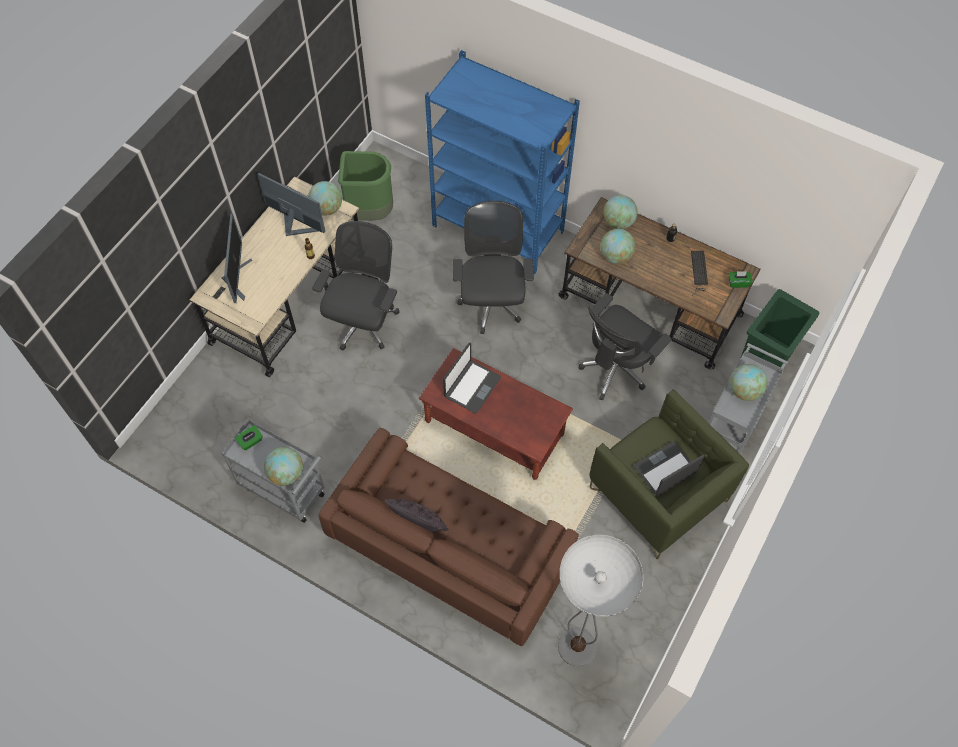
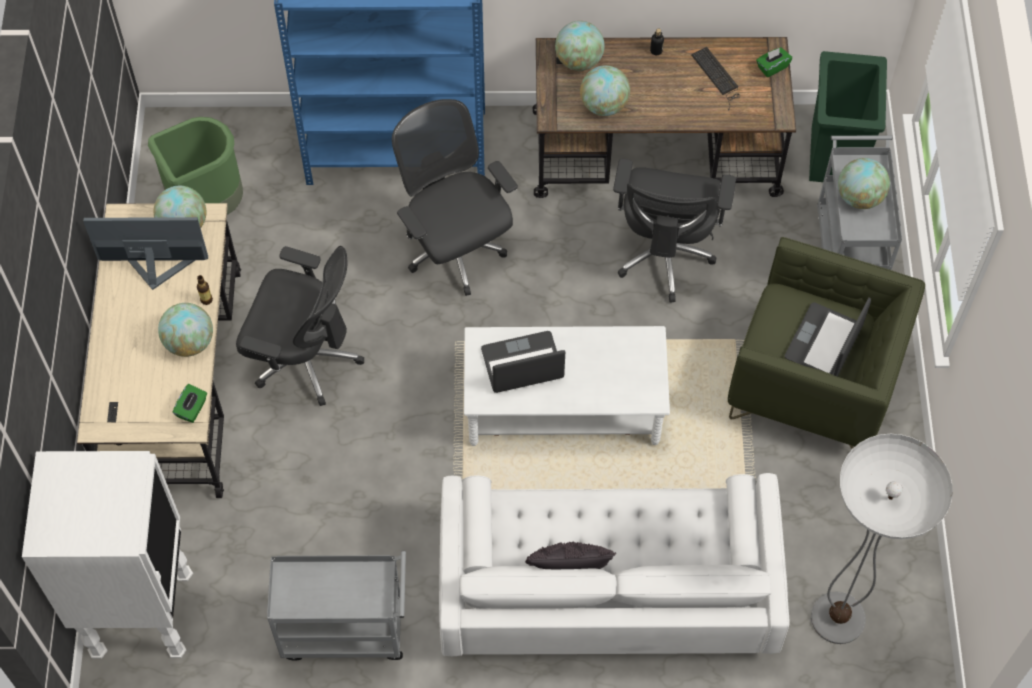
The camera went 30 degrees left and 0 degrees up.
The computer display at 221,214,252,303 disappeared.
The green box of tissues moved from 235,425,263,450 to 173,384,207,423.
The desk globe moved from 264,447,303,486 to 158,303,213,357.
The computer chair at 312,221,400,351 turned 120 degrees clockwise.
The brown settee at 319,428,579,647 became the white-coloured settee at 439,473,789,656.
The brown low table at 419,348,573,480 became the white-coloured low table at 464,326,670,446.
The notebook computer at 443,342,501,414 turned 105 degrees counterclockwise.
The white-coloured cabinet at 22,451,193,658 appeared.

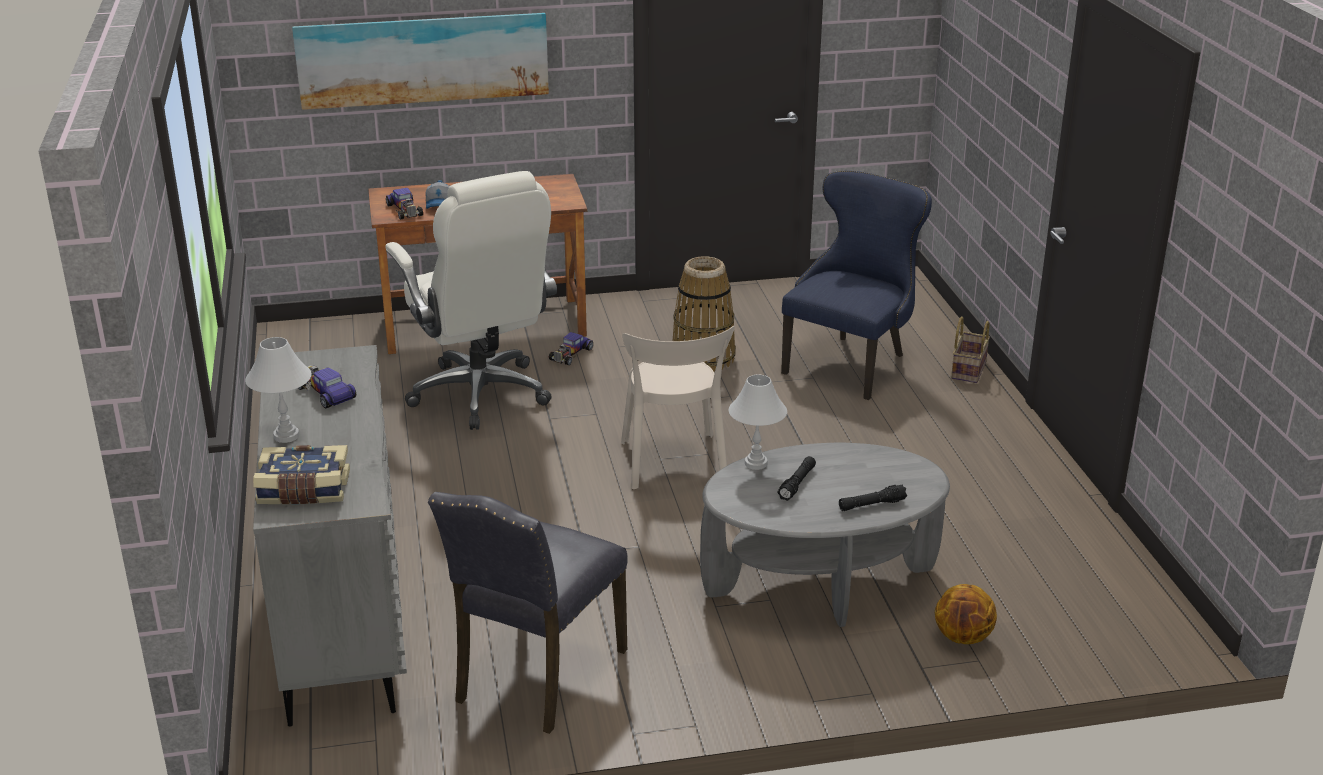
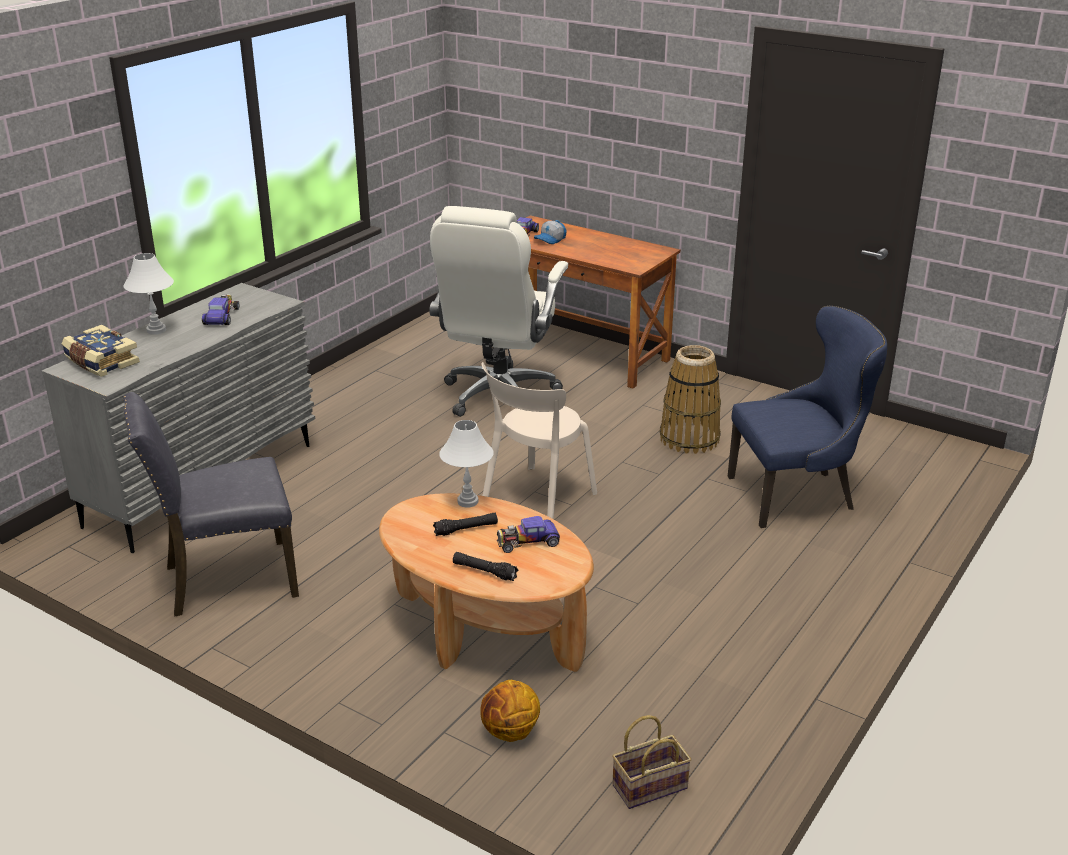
The camera went 45 degrees right and 0 degrees up.
The wall picture at 292,13,549,110 disappeared.
The miniature car moved from 549,332,593,365 to 497,516,560,553.
The grey low table at 700,443,950,627 became the brown low table at 379,493,594,672.
The basket moved from 951,317,990,383 to 612,715,691,809.

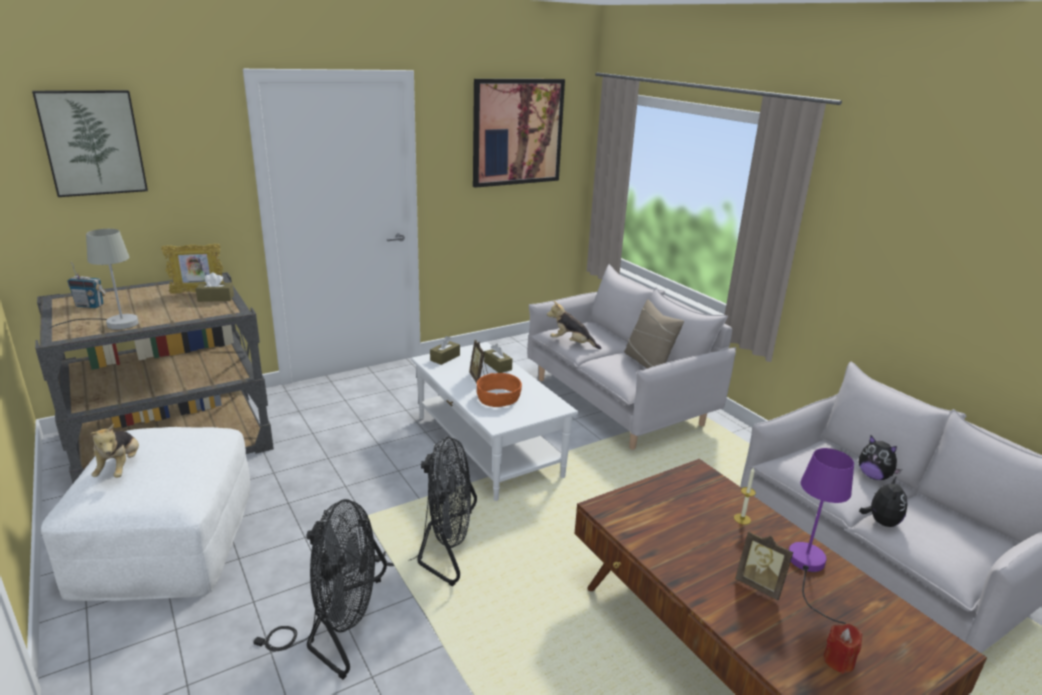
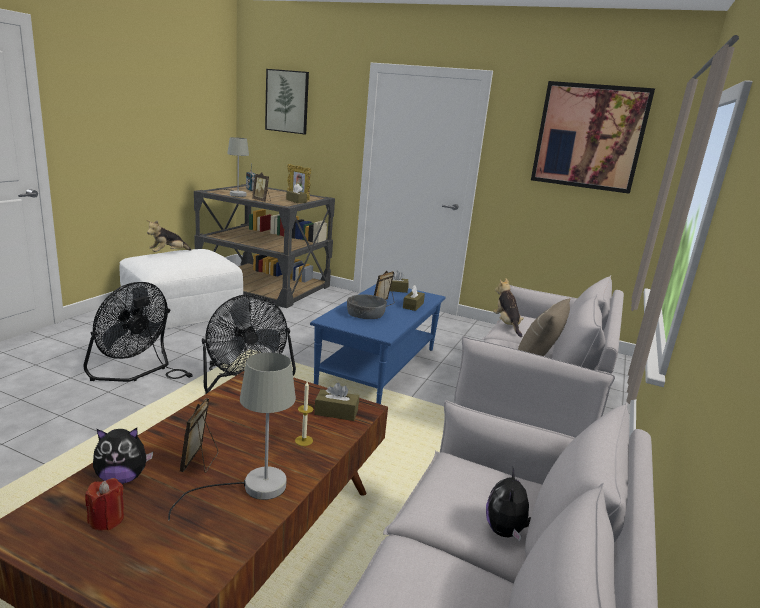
The camera went 55 degrees right and 5 degrees down.
The blackish fan at 253,499,387,680 turned 150 degrees clockwise.
The white-coloured low table at 411,342,578,501 became the bluish low table at 310,284,445,404.
The orange serving bowl at 477,373,522,407 became the grey serving bowl at 347,294,387,319.
The purple lamp for a table at 789,448,854,624 became the grey lamp for a table at 168,352,296,520.
The cuddly toy moved from 859,476,908,527 to 93,428,153,484.
The picture frame at 252,172,271,202 appeared.
The brown box of tissues at 314,382,359,421 appeared.

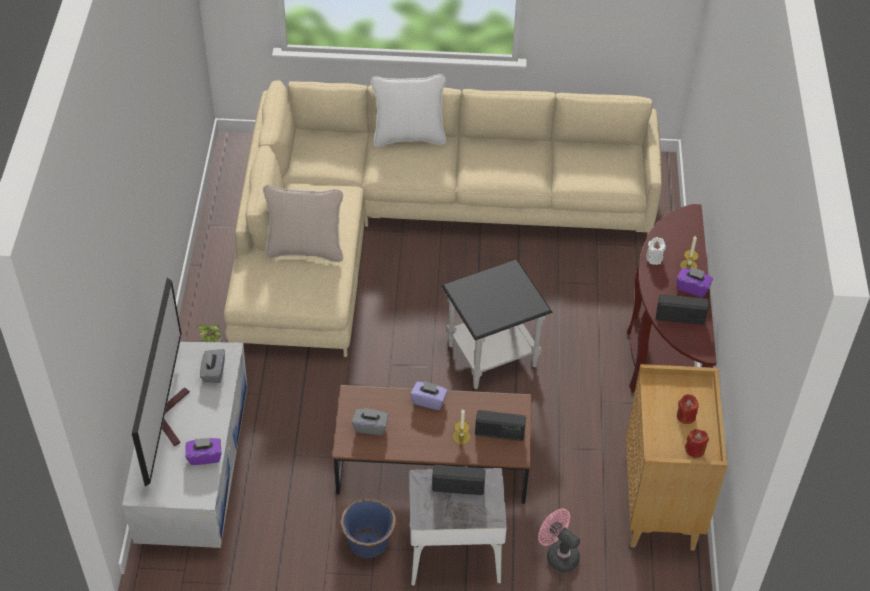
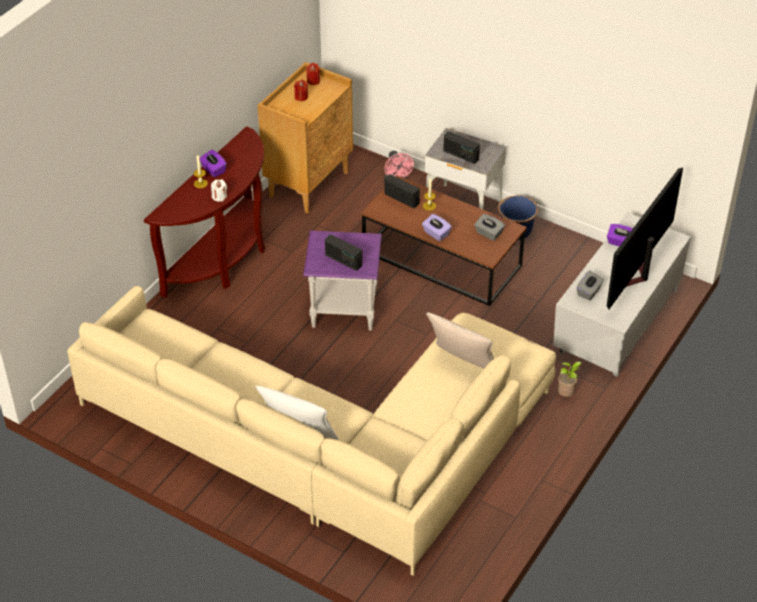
The camera went 150 degrees left and 5 degrees down.
The blackish side table at 442,259,553,389 became the purple side table at 303,231,382,331.
The radio set moved from 656,294,709,325 to 325,235,362,271.

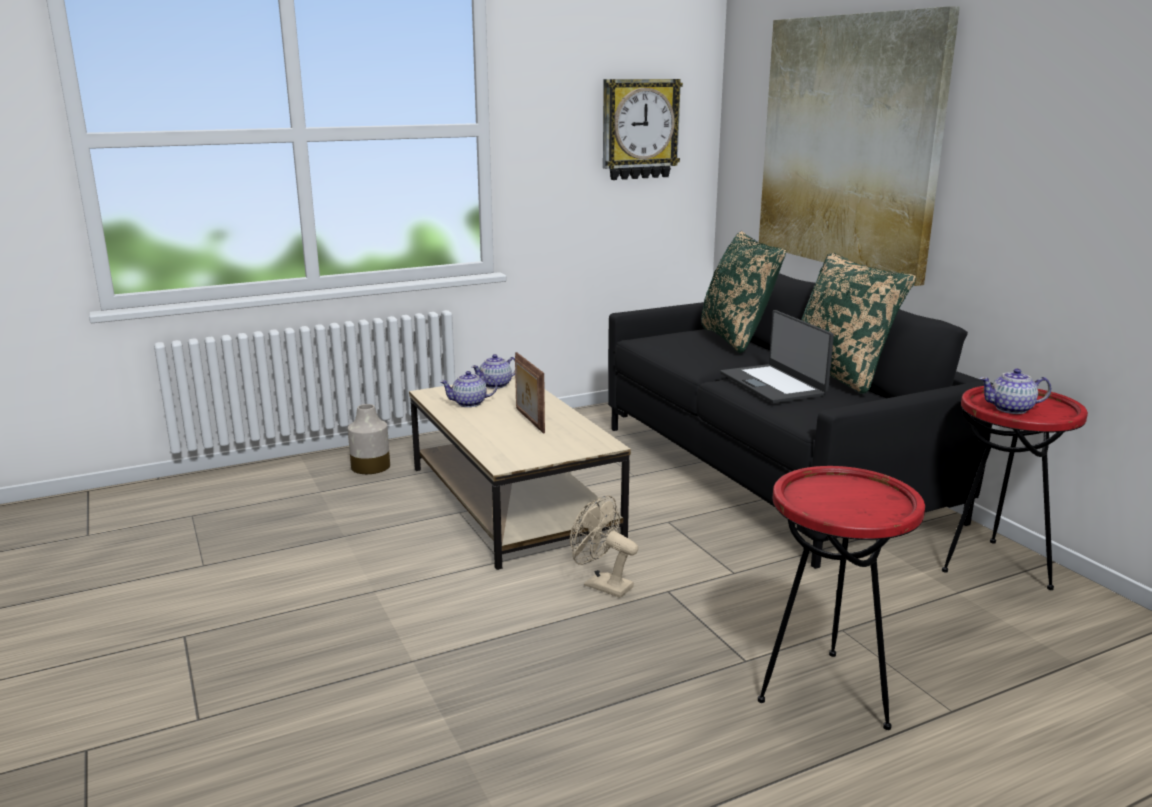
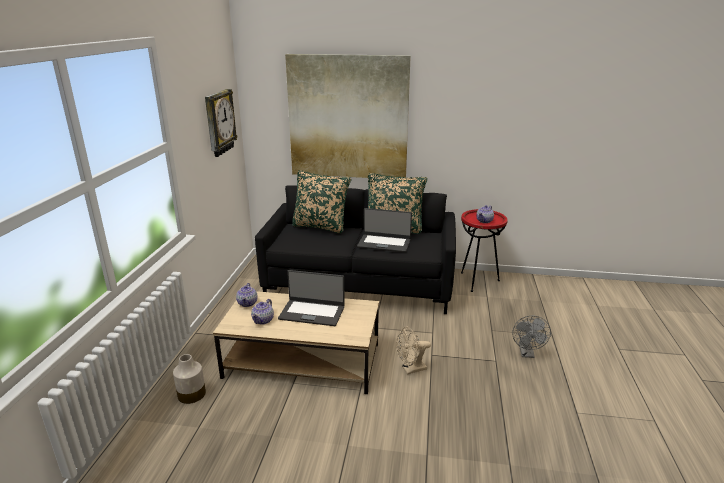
The camera went 55 degrees left and 5 degrees up.
The picture frame at 515,352,545,434 was replaced by the notebook computer at 278,270,345,326.
The reddish side table at 758,466,925,730 was replaced by the grey fan at 512,315,551,358.

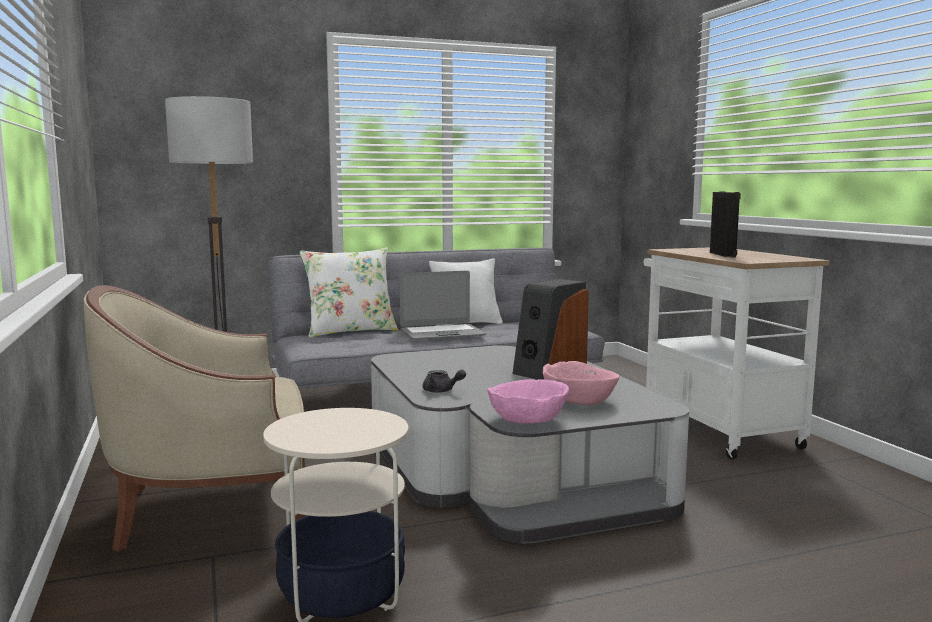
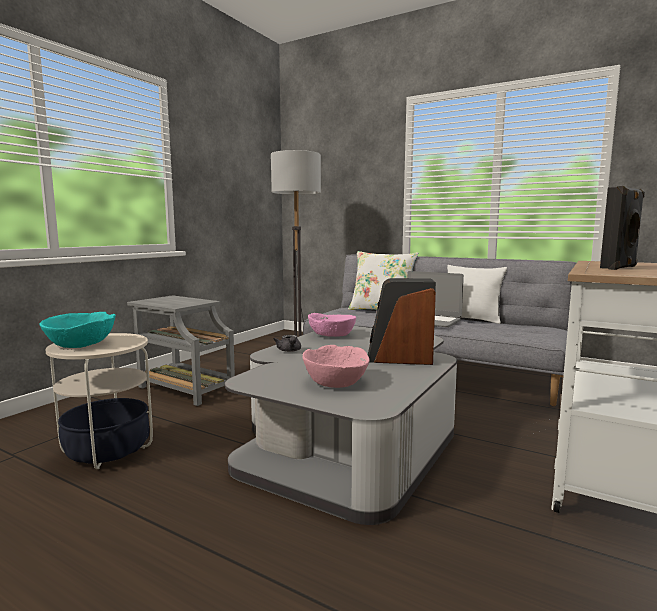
The camera went 50 degrees right and 0 degrees up.
The beige-coloured easy chair at 84,285,306,552 was replaced by the grey side table at 127,295,235,406.
The pink-coloured serving bowl moved from 487,379,569,424 to 308,313,356,337.
The blue-green serving bowl at 40,312,116,348 appeared.

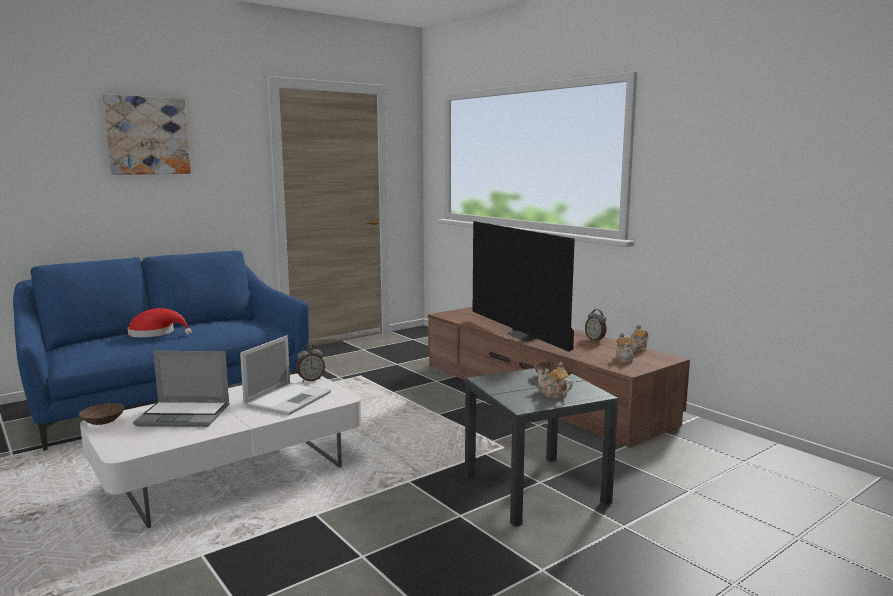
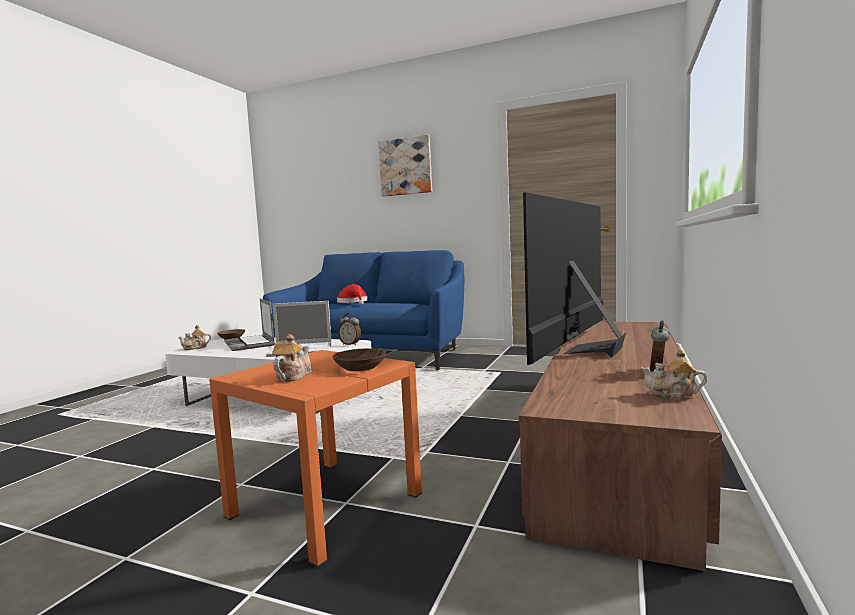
The camera went 60 degrees right and 5 degrees down.
The grey side table at 465,368,618,527 became the orange side table at 209,350,422,567.
The teapot moved from 616,333,634,363 to 178,325,211,350.

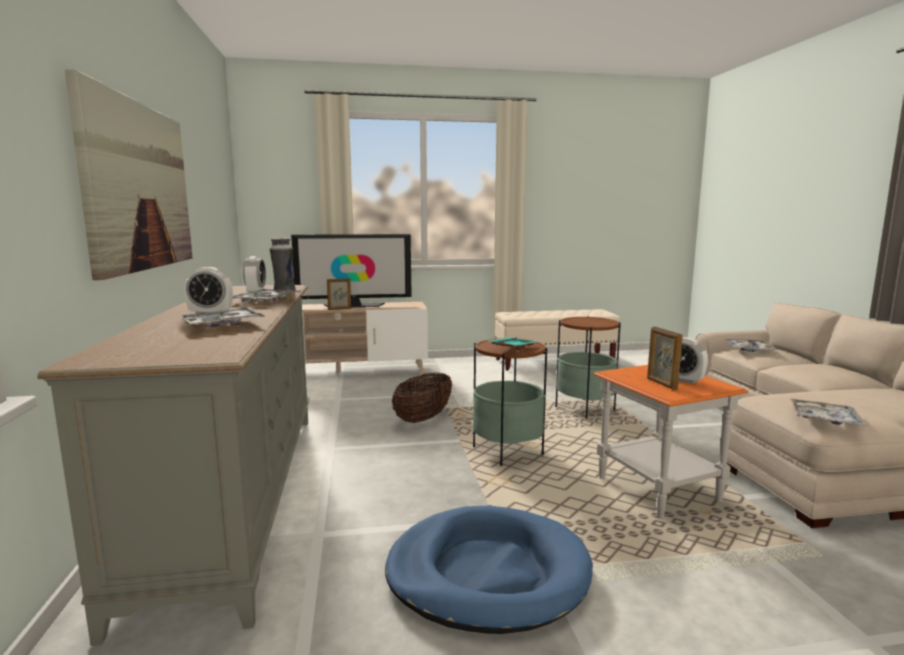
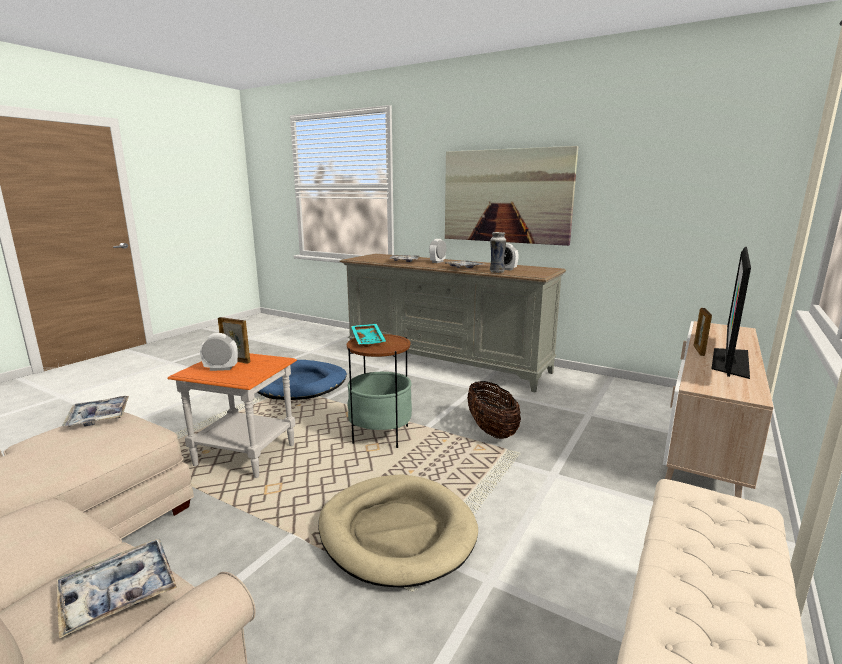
The camera went 130 degrees right and 5 degrees up.
The side table at 555,316,621,419 was replaced by the beige-coloured pet bed at 318,475,478,588.

